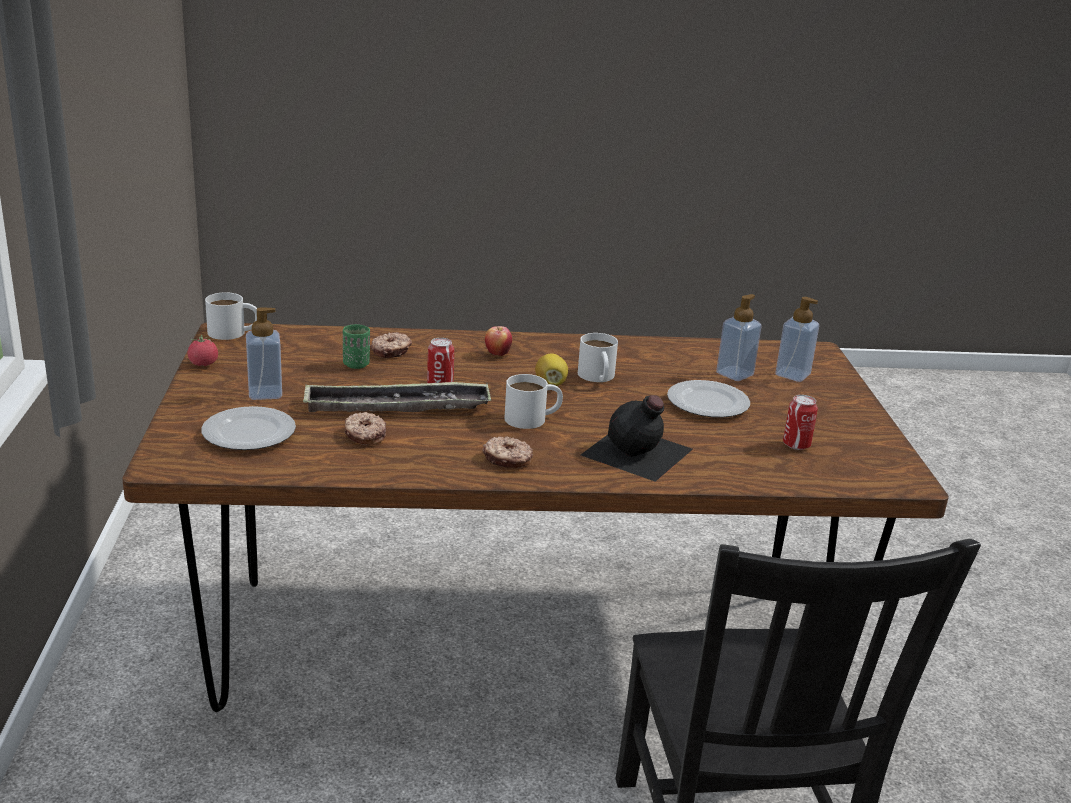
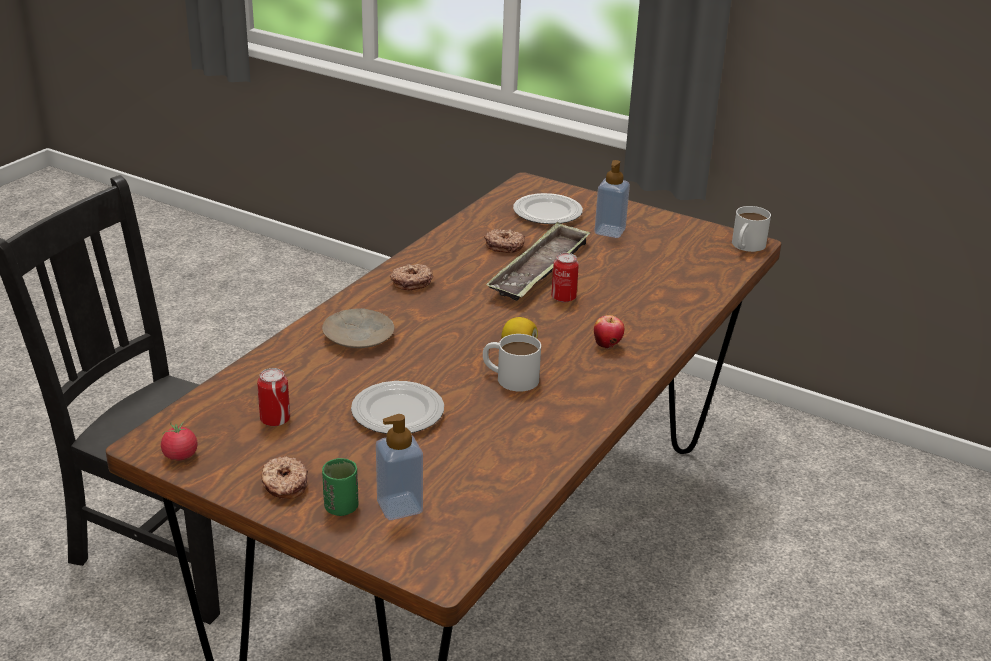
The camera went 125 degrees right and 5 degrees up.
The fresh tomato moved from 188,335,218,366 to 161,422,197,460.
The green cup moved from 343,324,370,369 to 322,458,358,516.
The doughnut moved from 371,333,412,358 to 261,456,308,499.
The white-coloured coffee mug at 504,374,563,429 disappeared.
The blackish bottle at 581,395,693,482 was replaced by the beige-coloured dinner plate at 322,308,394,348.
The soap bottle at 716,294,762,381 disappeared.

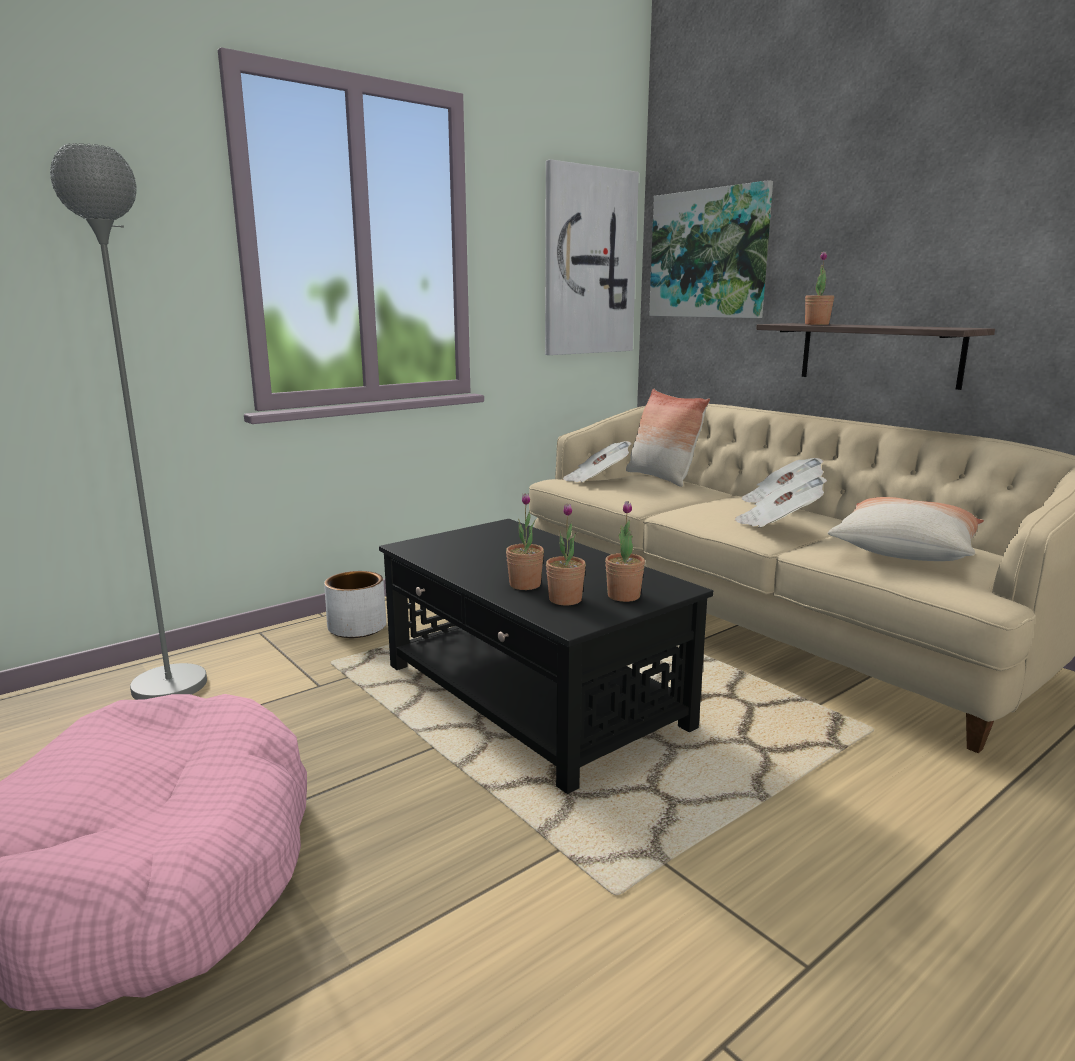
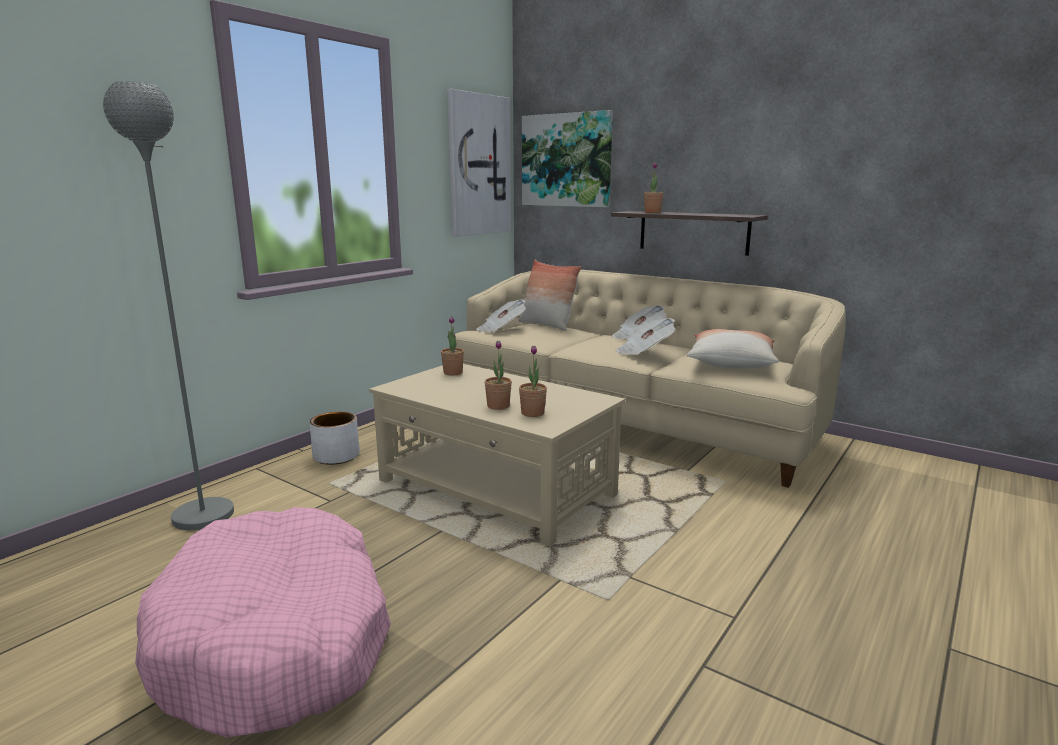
The camera went 15 degrees left and 0 degrees up.
The blackish low table at 379,519,713,794 became the beige-coloured low table at 369,364,625,546.
The potted plant moved from 605,501,645,602 to 441,316,464,375.

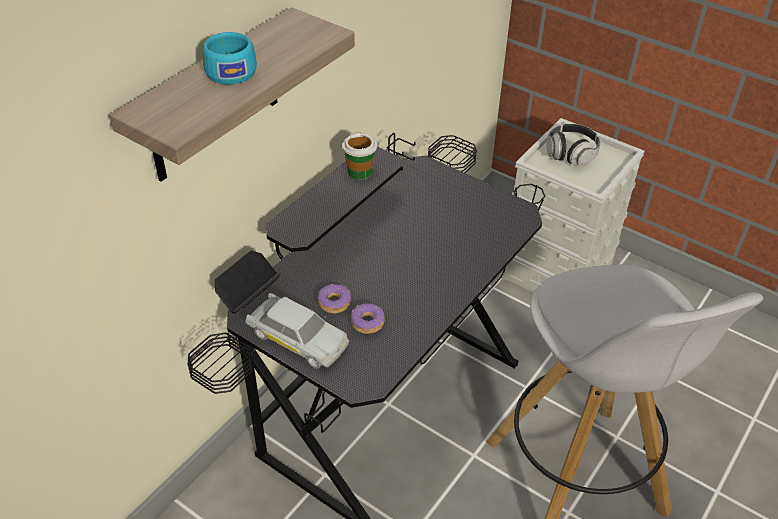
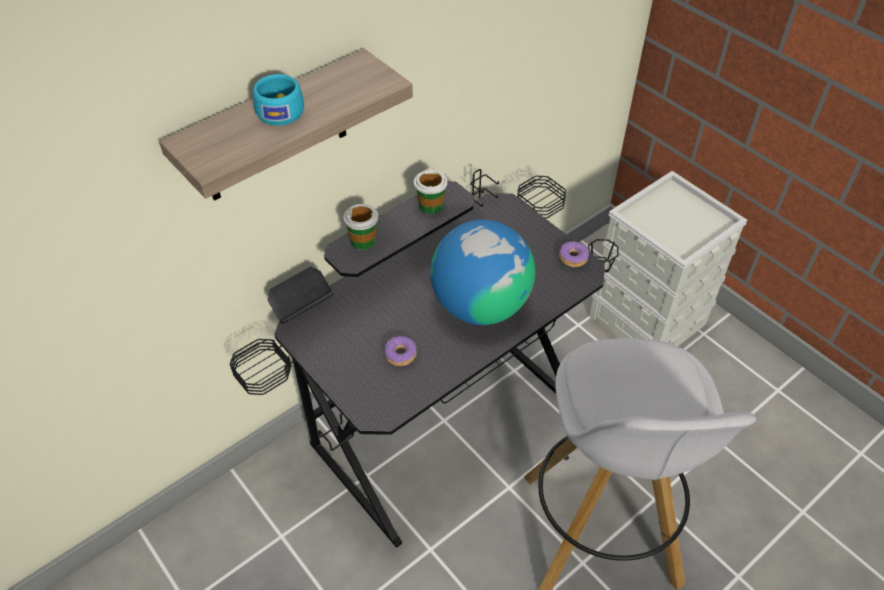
The camera went 15 degrees right and 5 degrees up.
The white-coloured miniature car at 246,293,349,369 disappeared.
The doughnut moved from 318,284,351,314 to 559,241,589,267.
The pair of headphones at 546,124,601,166 disappeared.
The cup at 343,204,379,250 appeared.
The desk globe at 430,220,535,325 appeared.

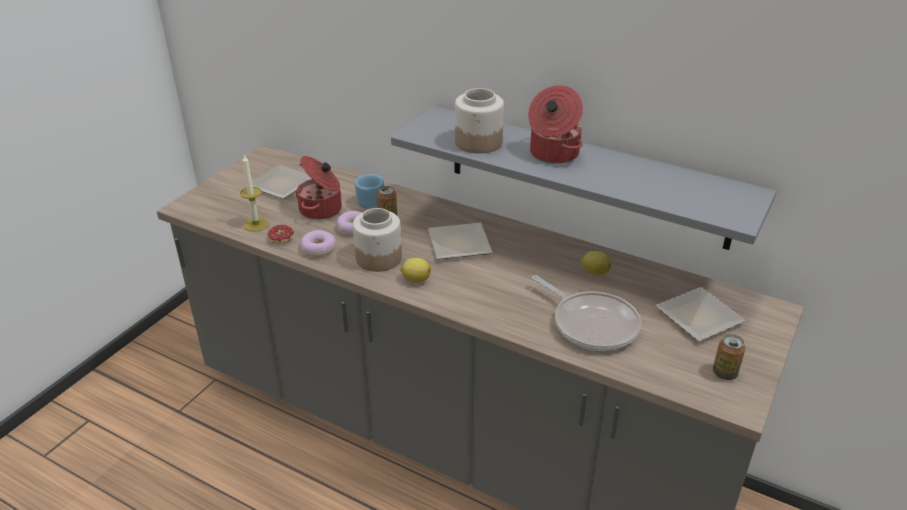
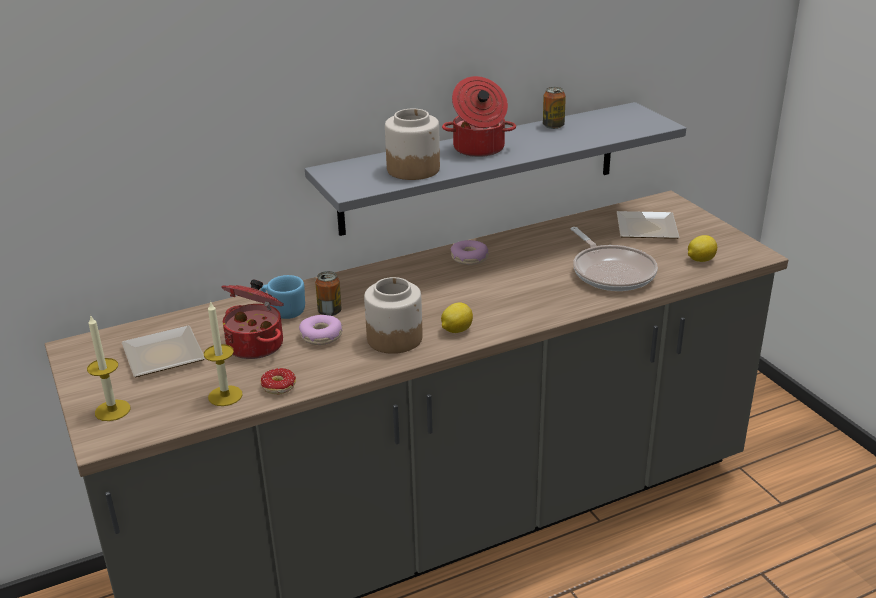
The camera went 55 degrees left and 5 degrees down.
The doughnut moved from 300,230,337,257 to 451,240,489,265.
The dinner plate at 428,223,493,260 disappeared.
The frying pan at 531,275,641,351 turned 75 degrees clockwise.
The citrus fruit moved from 581,251,611,276 to 688,235,717,262.
The can moved from 713,334,745,380 to 543,87,566,129.
The candle at 87,314,130,421 appeared.

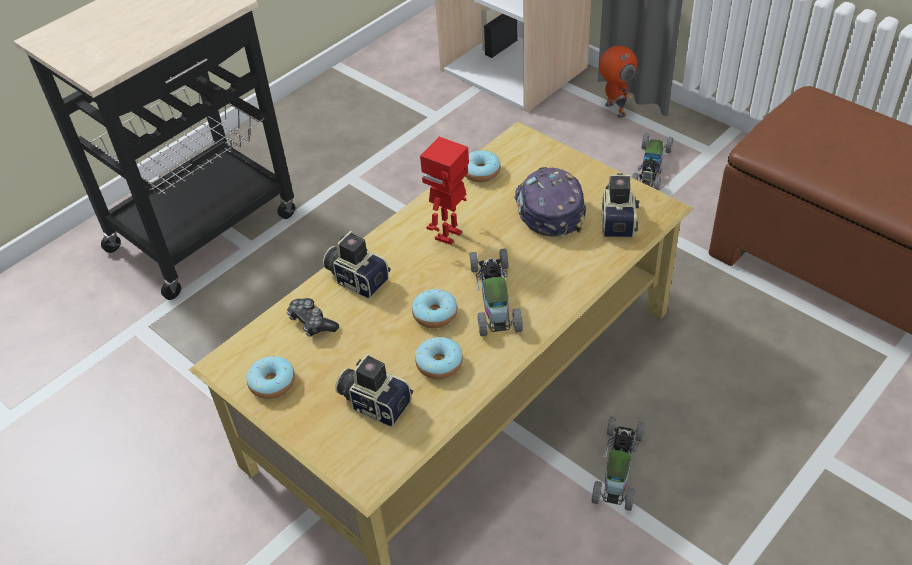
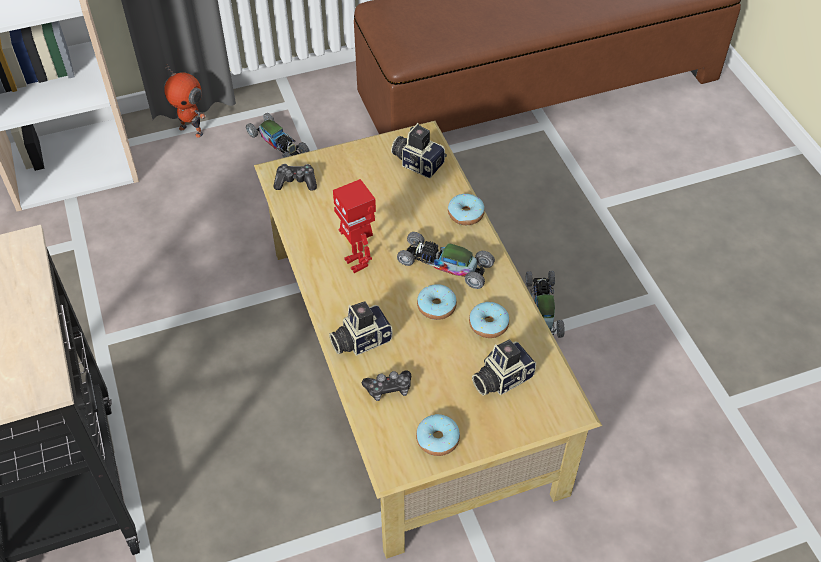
The camera went 65 degrees left and 5 degrees up.
The doughnut moved from 465,150,501,182 to 448,194,485,225.
The cap at 514,167,586,237 disappeared.
The miniature car at 592,416,644,511 turned 45 degrees clockwise.
The model robot at 599,46,637,118 turned 150 degrees counterclockwise.
The joypad at 273,164,317,191 appeared.

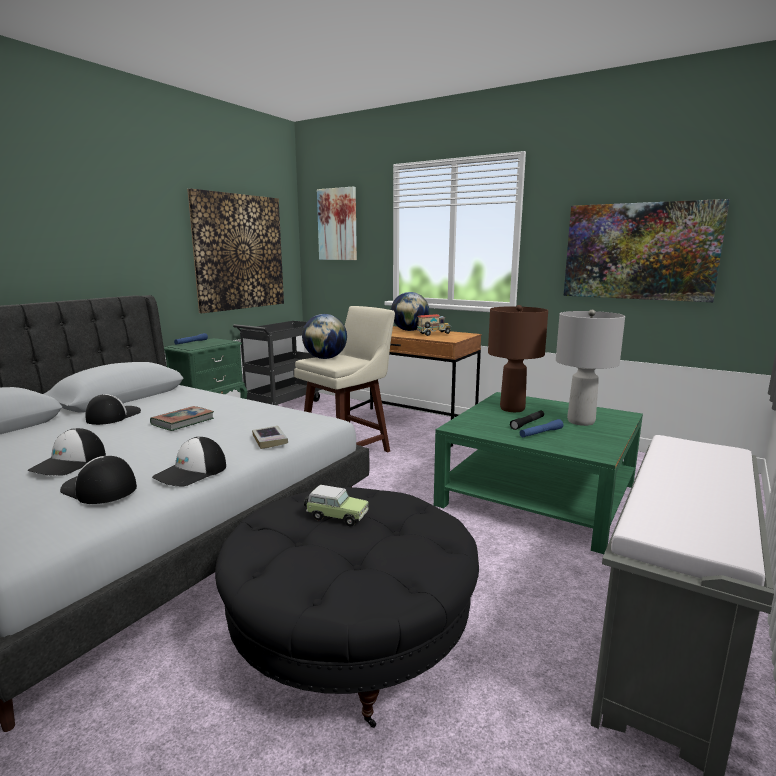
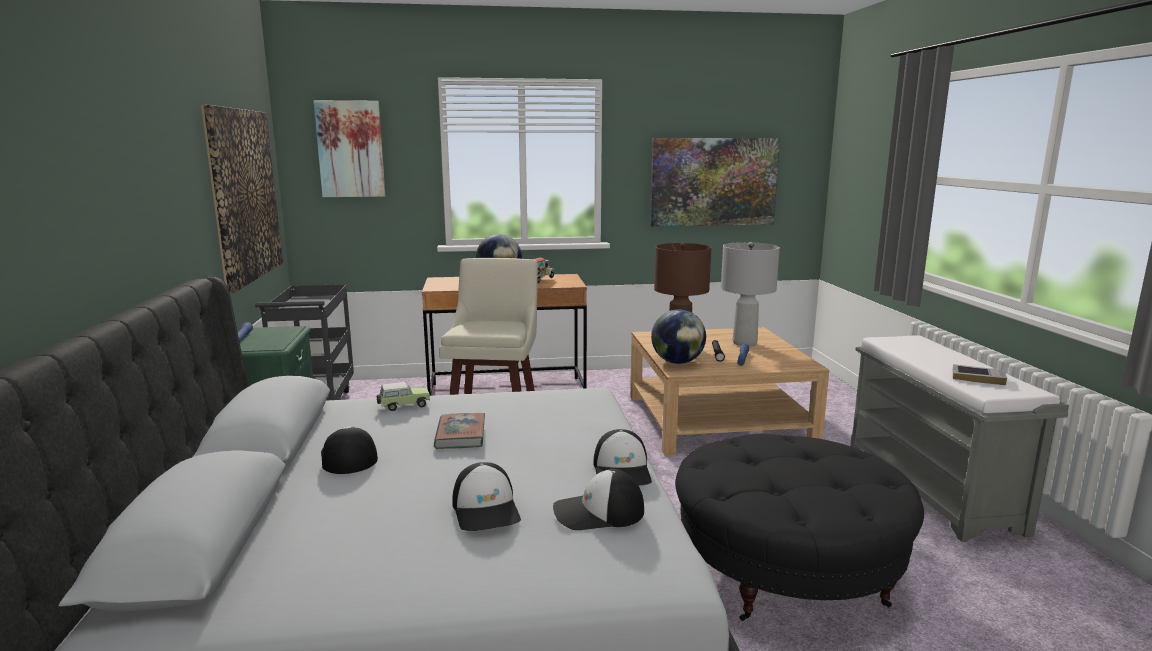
The camera went 40 degrees left and 0 degrees up.
The volume moved from 252,426,288,449 to 953,364,1007,385.
The desk globe moved from 302,314,347,359 to 651,309,706,364.
The miniature car moved from 304,485,369,526 to 377,382,430,411.
The green low table at 434,392,643,554 became the beige-coloured low table at 630,327,829,456.

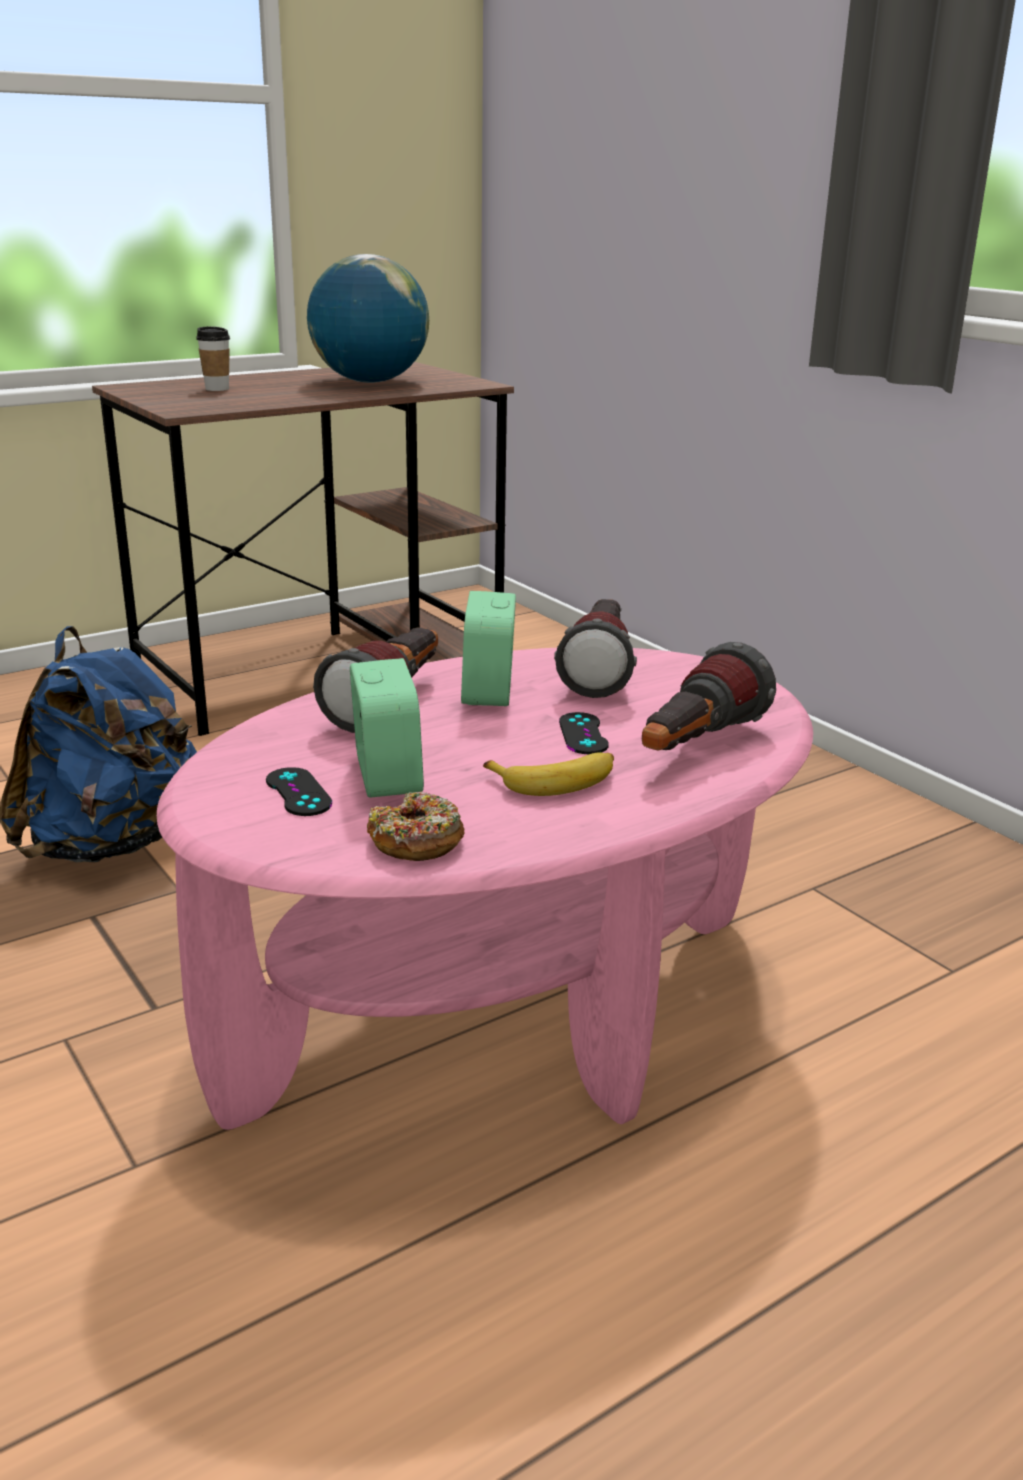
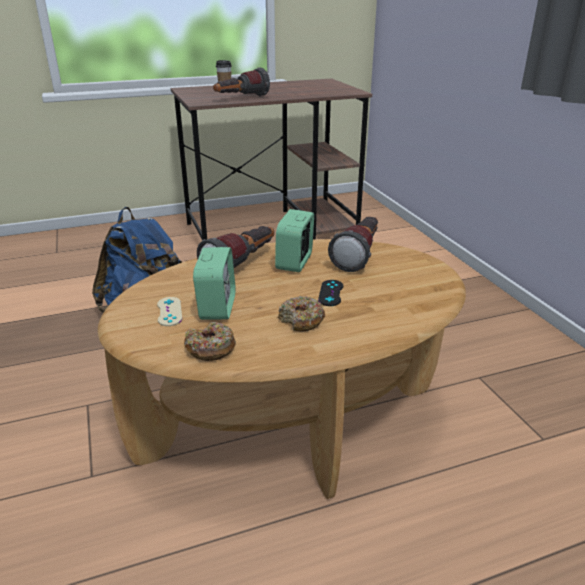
The camera went 15 degrees right and 5 degrees up.
The pink-coloured low table at 157,648,813,1130 became the brown low table at 98,239,466,499.
The blackish joypad at 266,767,332,816 became the beige-coloured joypad at 157,297,182,326.
The desk globe at 307,254,429,383 disappeared.
The banana fruit at 483,753,614,796 was replaced by the doughnut at 278,296,325,332.
The torch moved from 642,642,776,751 to 213,67,270,96.

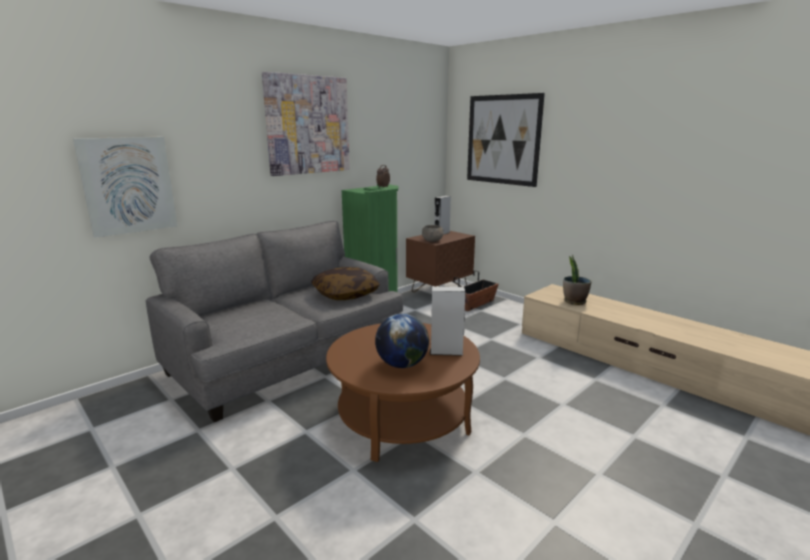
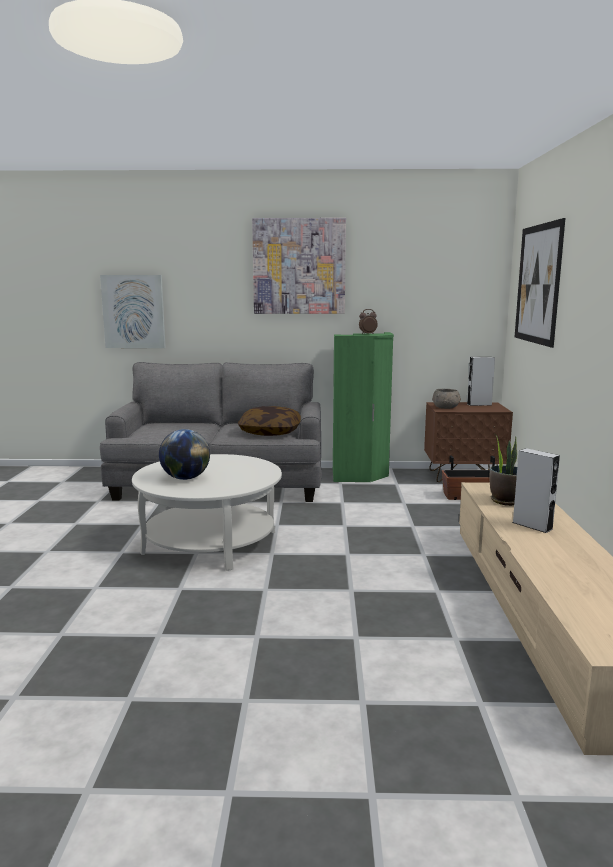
The camera went 45 degrees right and 5 degrees down.
The brown low table at 326,323,480,462 became the white-coloured low table at 132,454,282,571.
The grey loudspeaker moved from 430,287,466,356 to 512,448,560,533.

